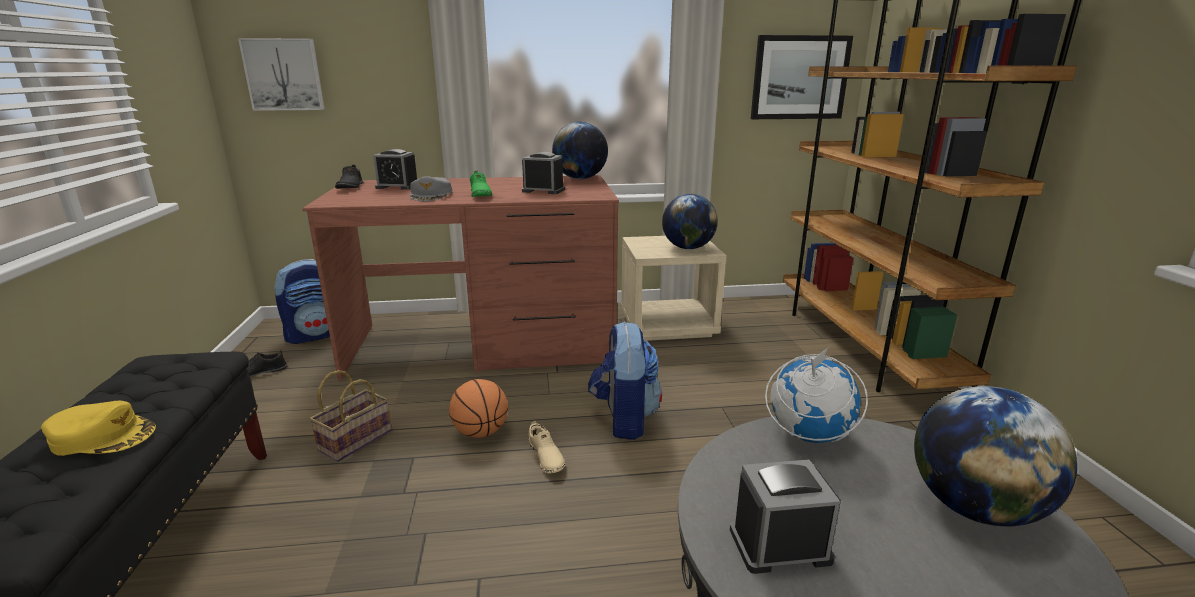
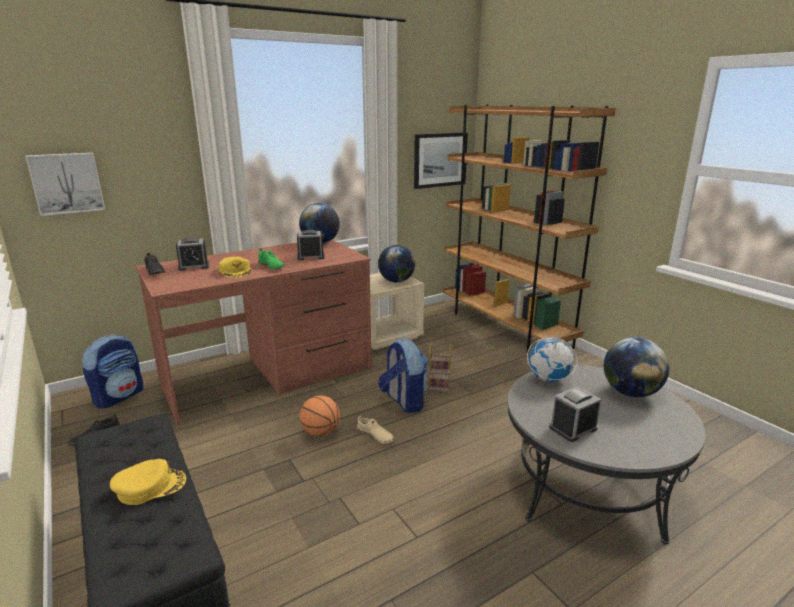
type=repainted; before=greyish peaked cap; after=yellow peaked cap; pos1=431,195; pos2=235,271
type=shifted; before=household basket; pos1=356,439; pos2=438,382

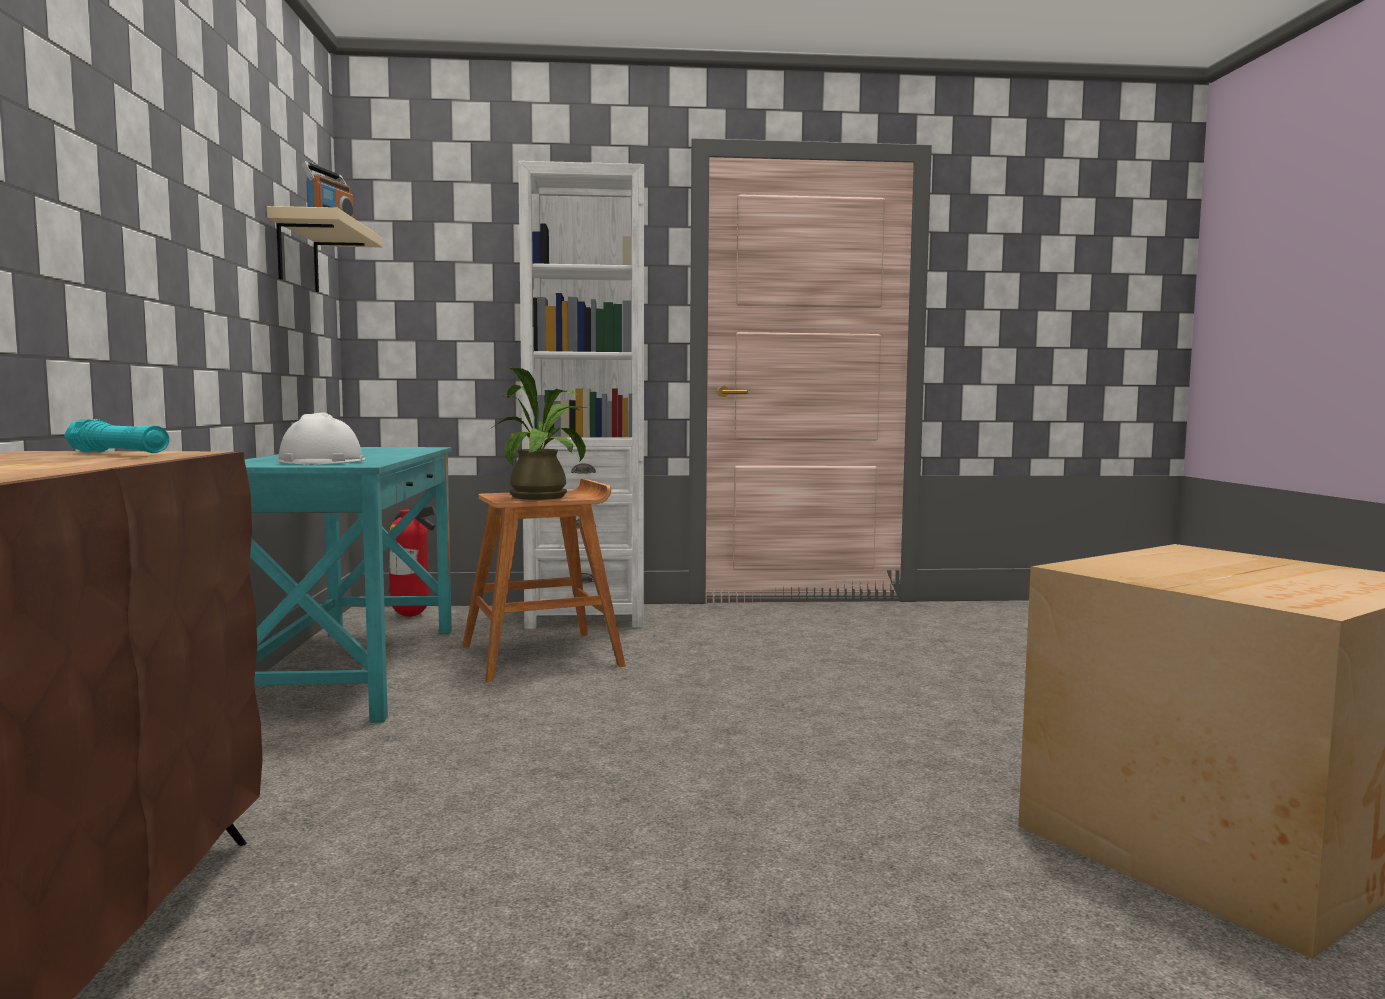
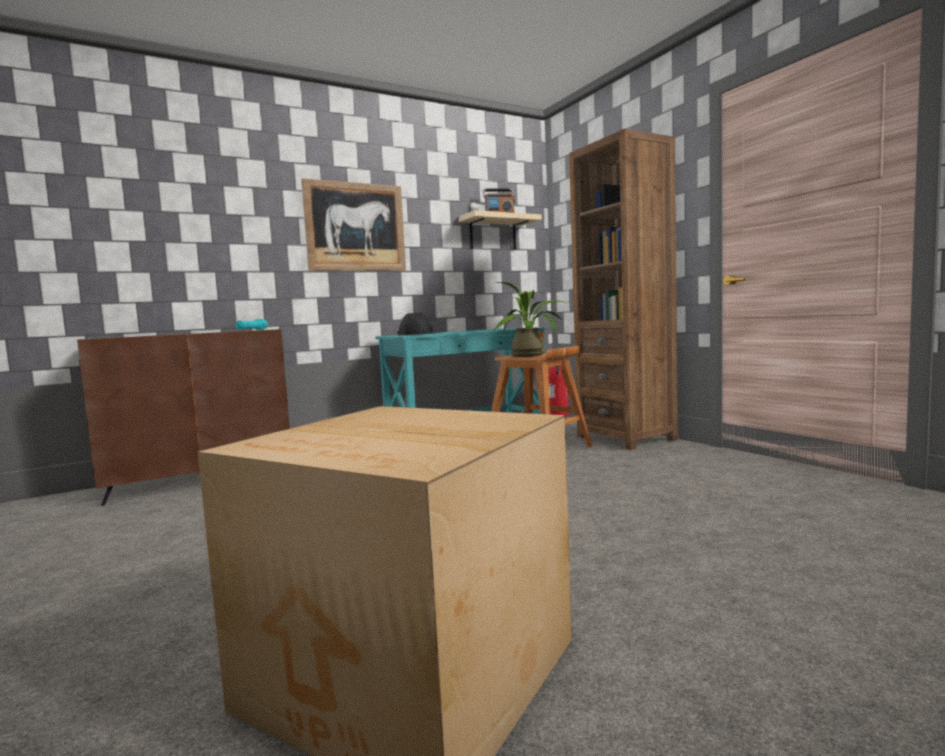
type=new; after=picture; pos2=355,227
type=repainted; before=whitish work helmet; after=blackish work helmet; pos1=321,461; pos2=417,334
type=repainted; before=whitish bookshelf; after=brown-coloured bookshelf; pos1=586,616; pos2=626,438

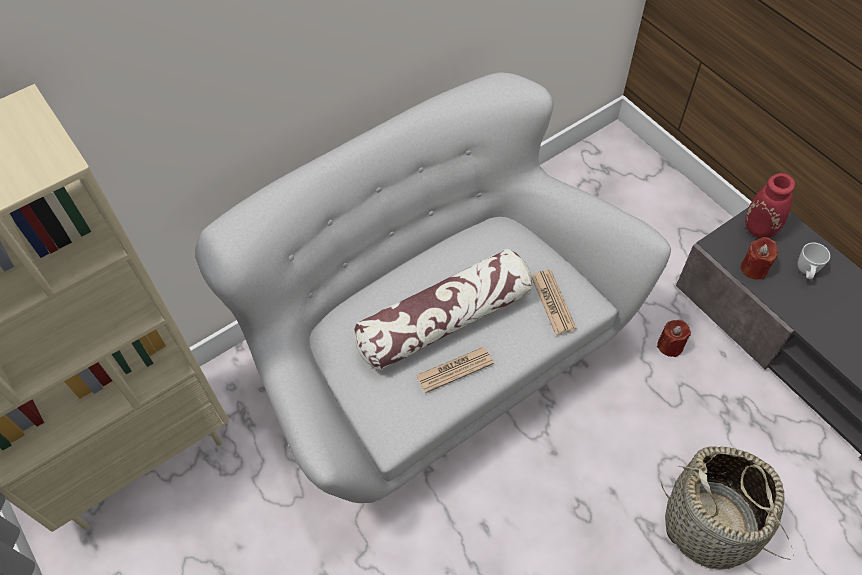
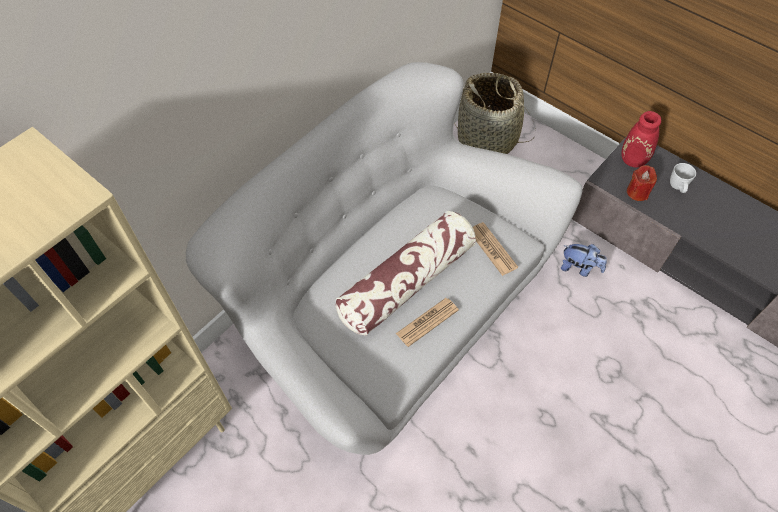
type=shifted; before=household basket; pos1=711,525; pos2=487,139
type=swapped; before=red wax candle; after=soft toy; pos1=670,345; pos2=579,268

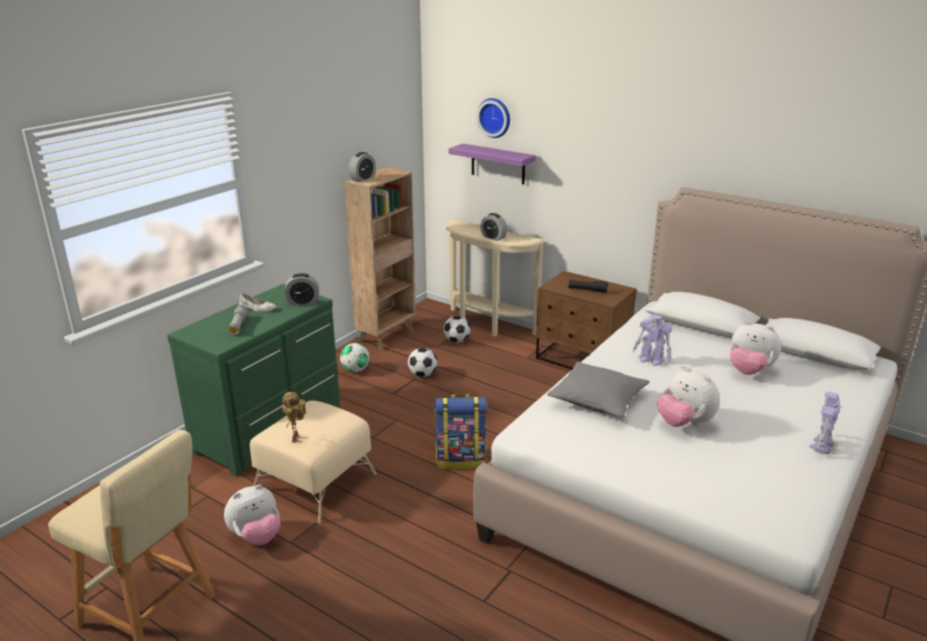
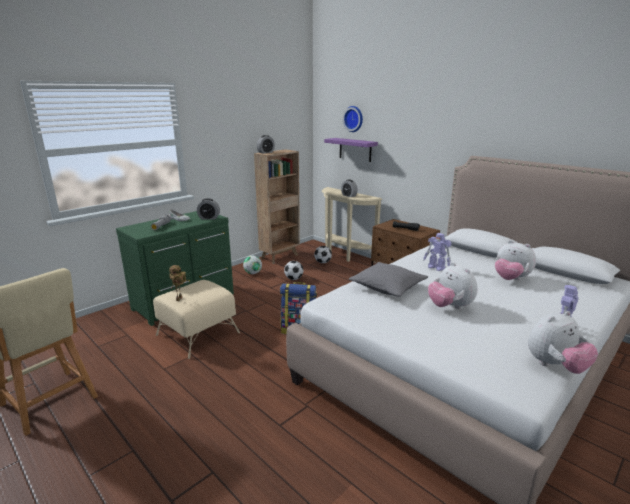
type=shifted; before=soft toy; pos1=256,537; pos2=555,366

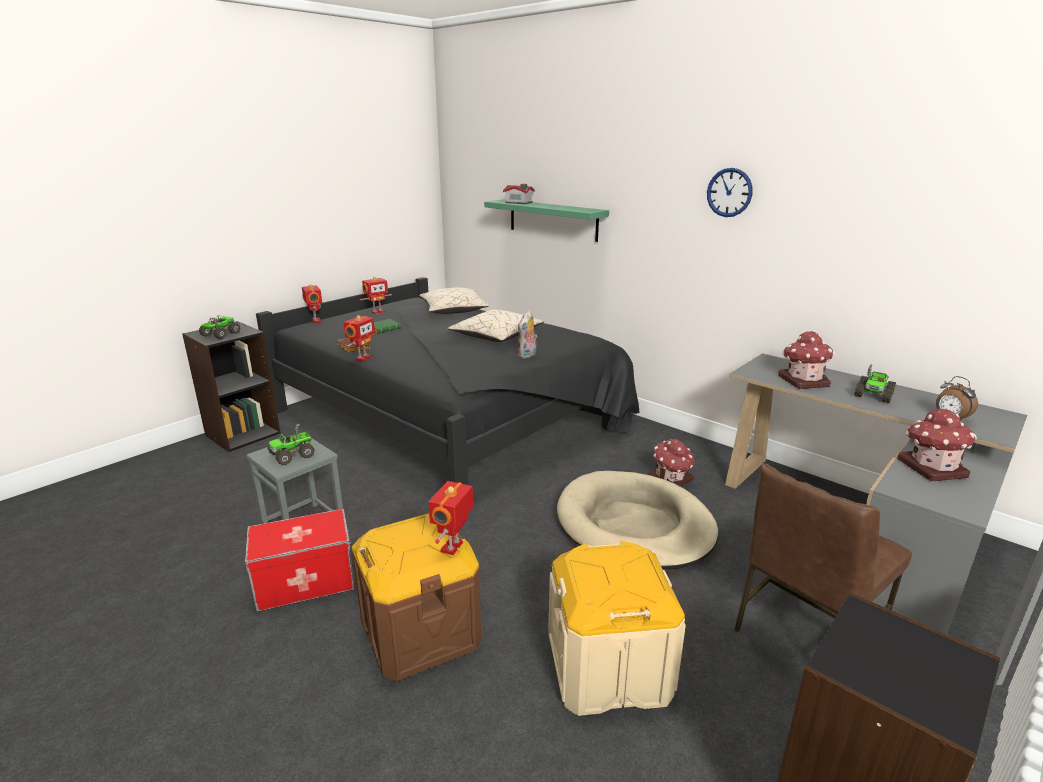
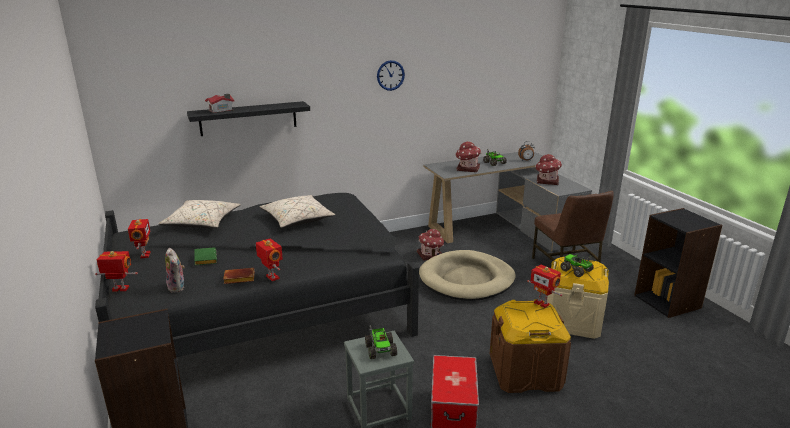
type=shifted; before=soft toy; pos1=527,355; pos2=178,287
type=repainted; before=green-coloured wall shelf; after=blackish wall shelf; pos1=552,220; pos2=248,118
type=shifted; before=toy lorry; pos1=220,334; pos2=576,271

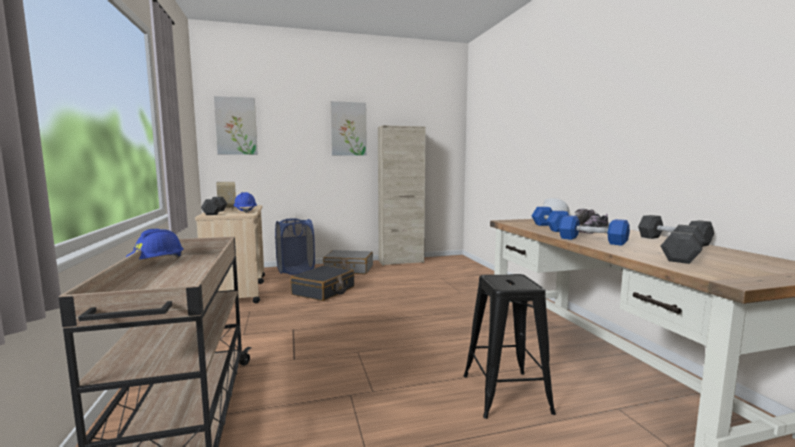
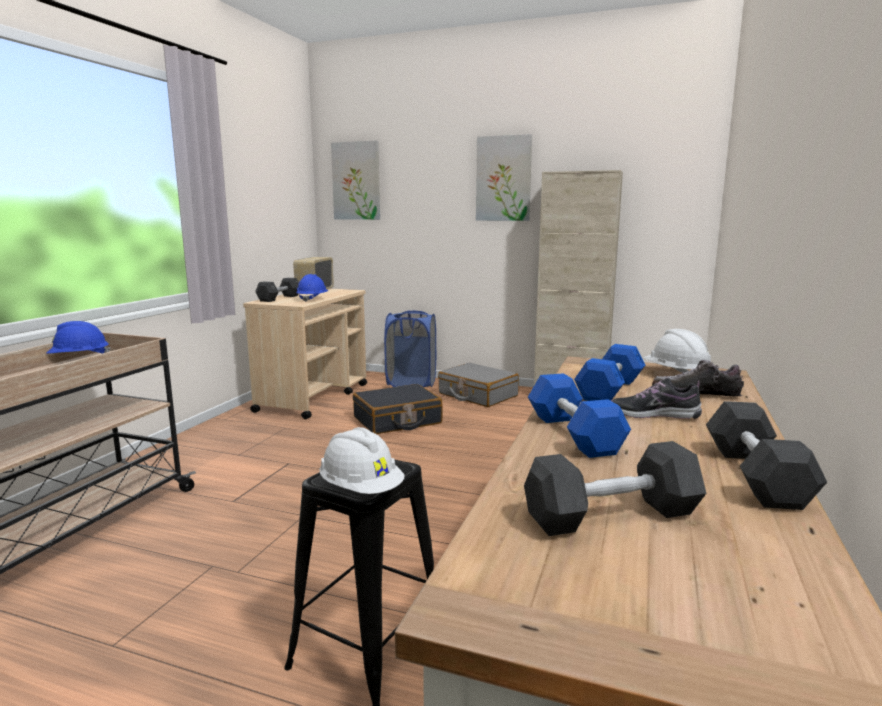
type=new; after=whitish work helmet; pos2=361,490

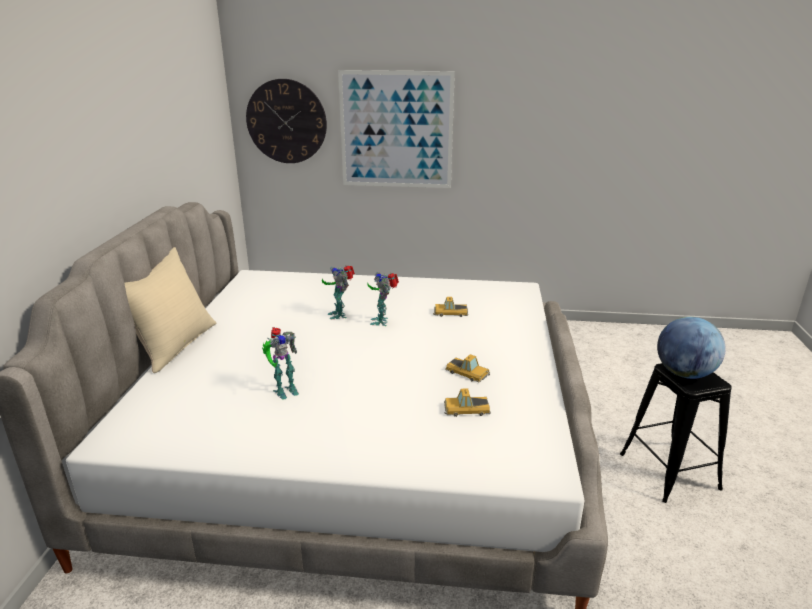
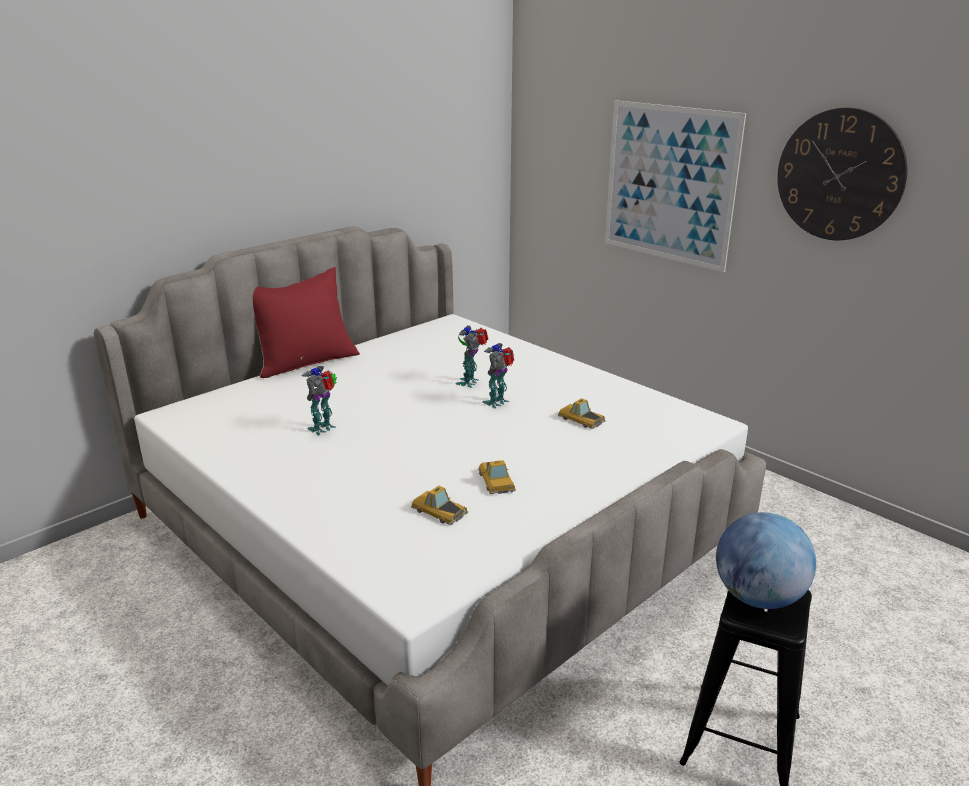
type=repainted; before=sand-coloured throw pillow; after=red throw pillow; pos1=174,345; pos2=305,362
type=rotated; before=toy robot; pos1=284,390; pos2=324,428; turn=120
type=shifted; before=clock on the wall; pos1=286,121; pos2=839,175

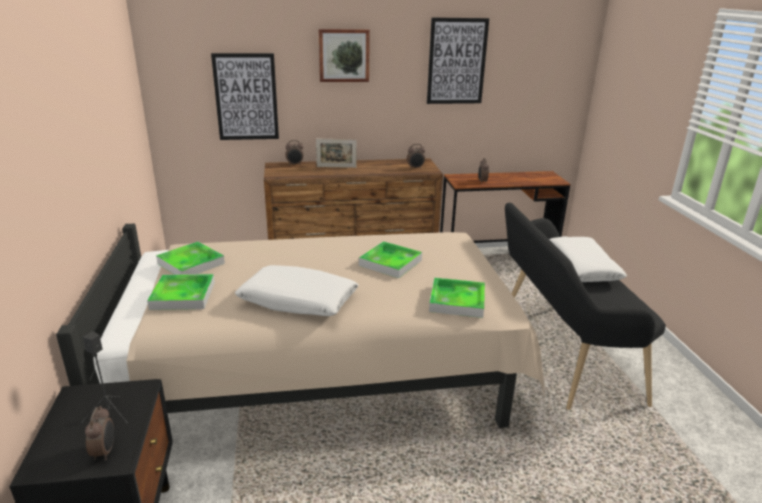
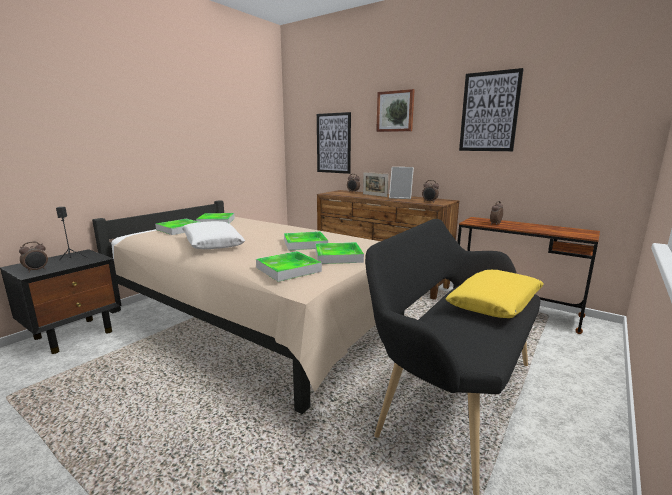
type=new; after=carrying tray; pos2=338,256
type=new; after=photo frame; pos2=400,197
type=repainted; before=whitish throw pillow; after=yellow throw pillow; pos1=581,267; pos2=495,303

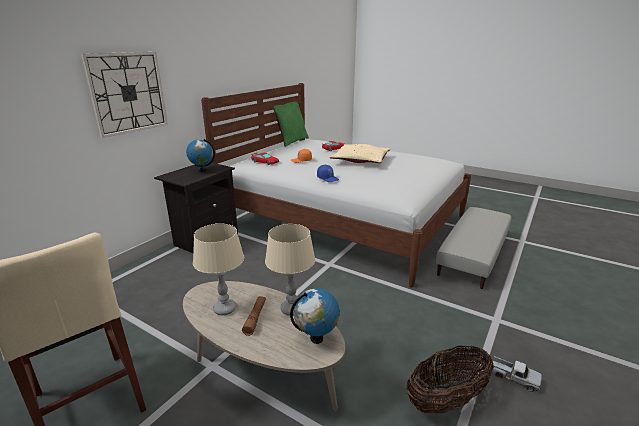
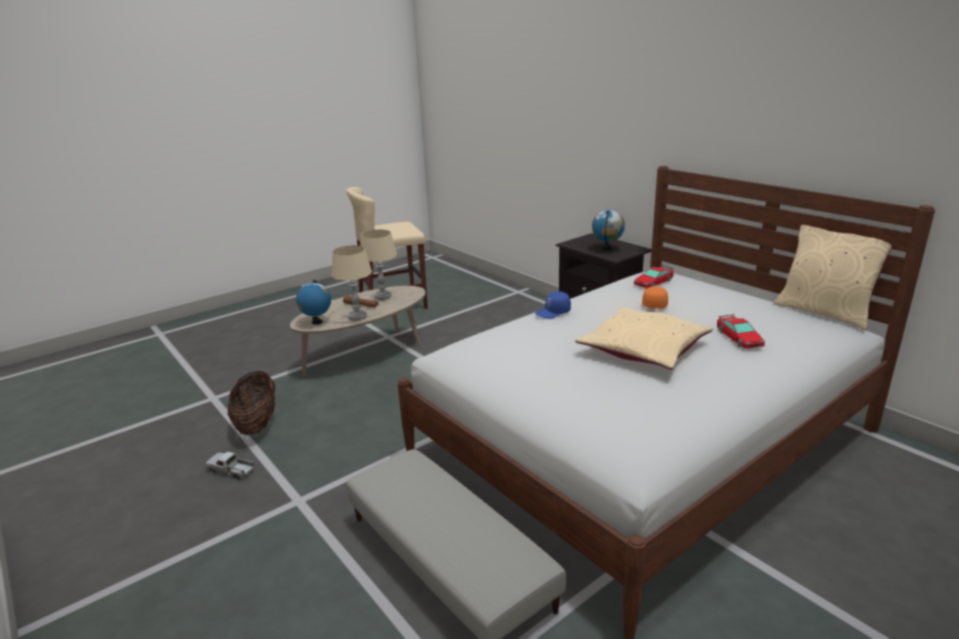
type=rotated; before=toy lorry; pos1=513,377; pos2=231,470; turn=60
type=repainted; before=green-coloured throw pillow; after=sand-coloured throw pillow; pos1=291,141; pos2=824,312
type=gone; before=clock on the wall; pos1=128,93

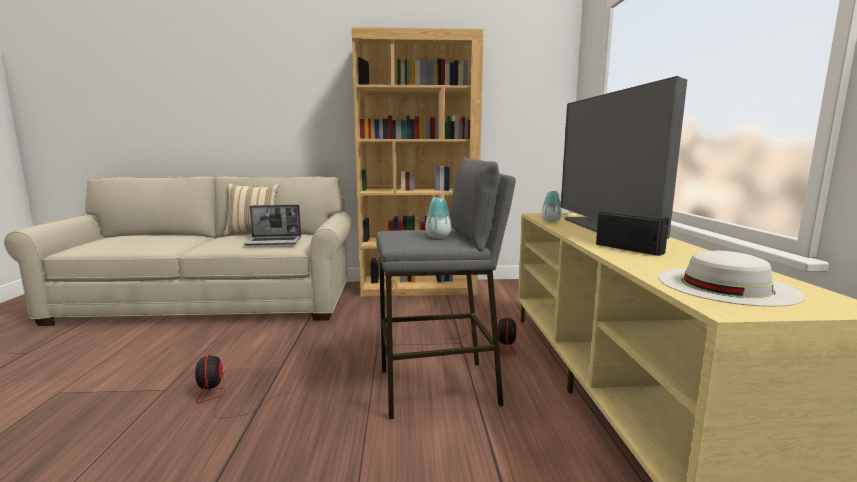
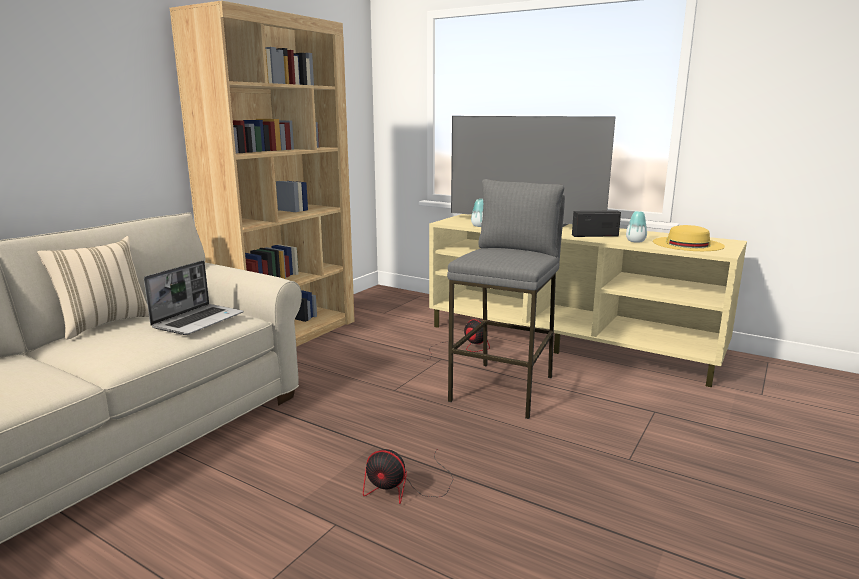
type=shifted; before=decorative vase; pos1=438,237; pos2=635,241
type=repainted; before=whitish hat; after=yellow hat; pos1=725,286; pos2=687,244

